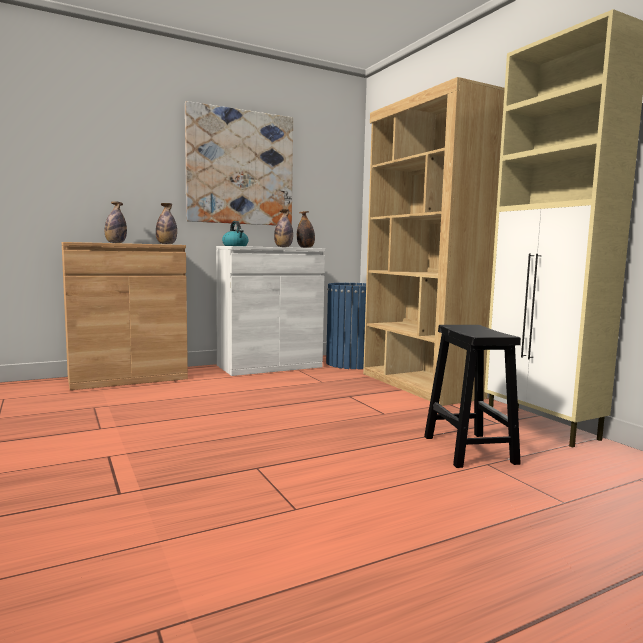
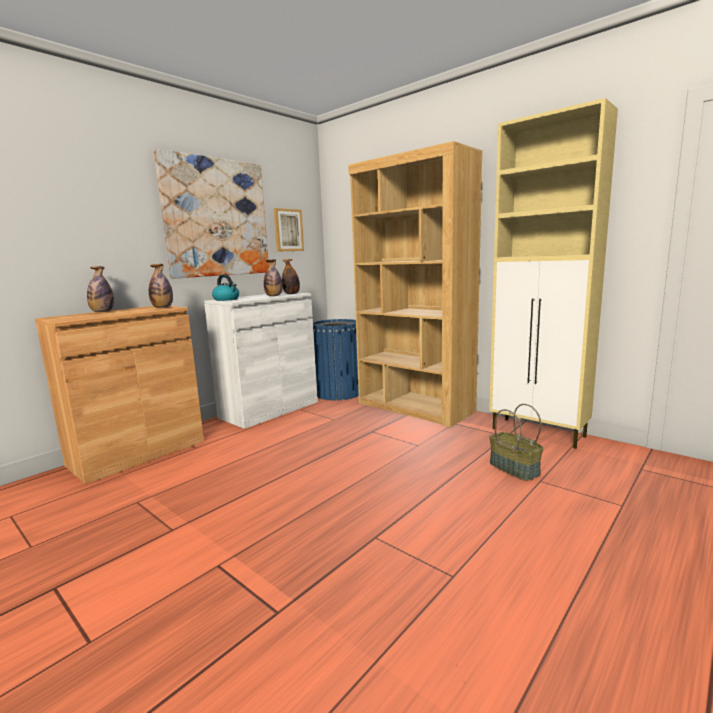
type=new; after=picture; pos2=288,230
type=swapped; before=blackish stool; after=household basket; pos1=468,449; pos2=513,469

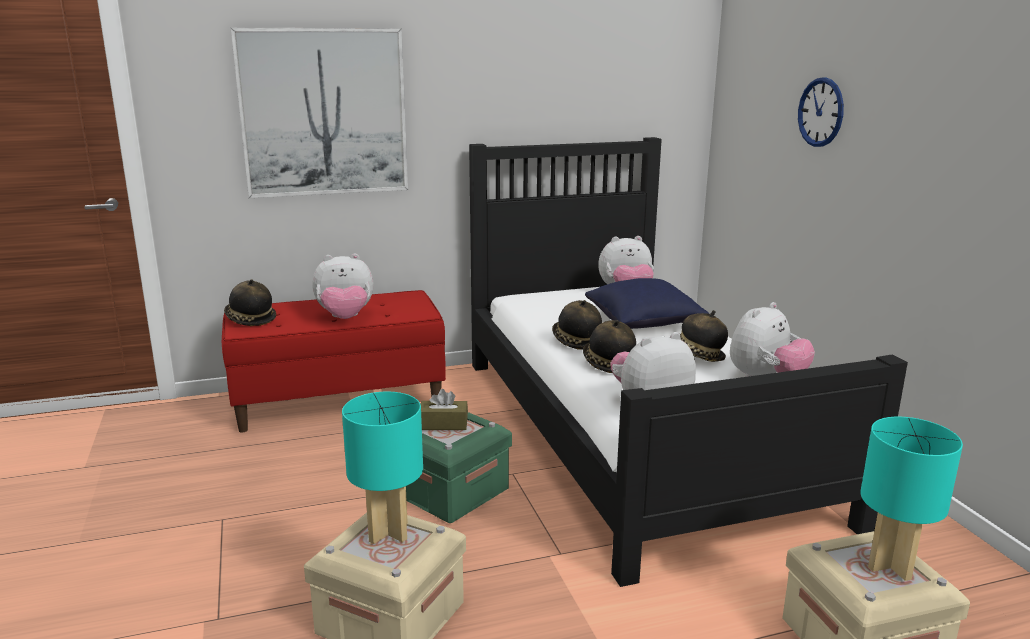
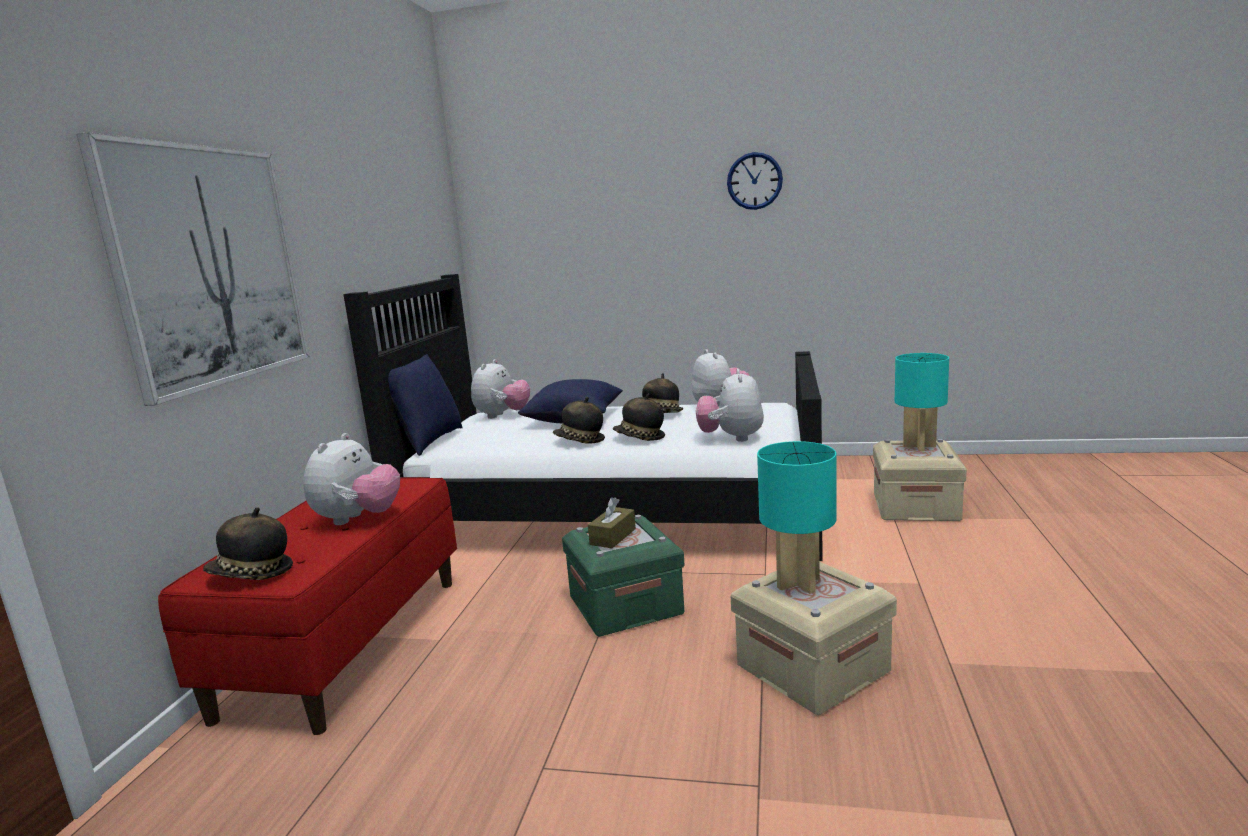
type=new; after=bluish throw pillow; pos2=428,442
type=shifted; before=clock on the wall; pos1=821,112; pos2=754,181

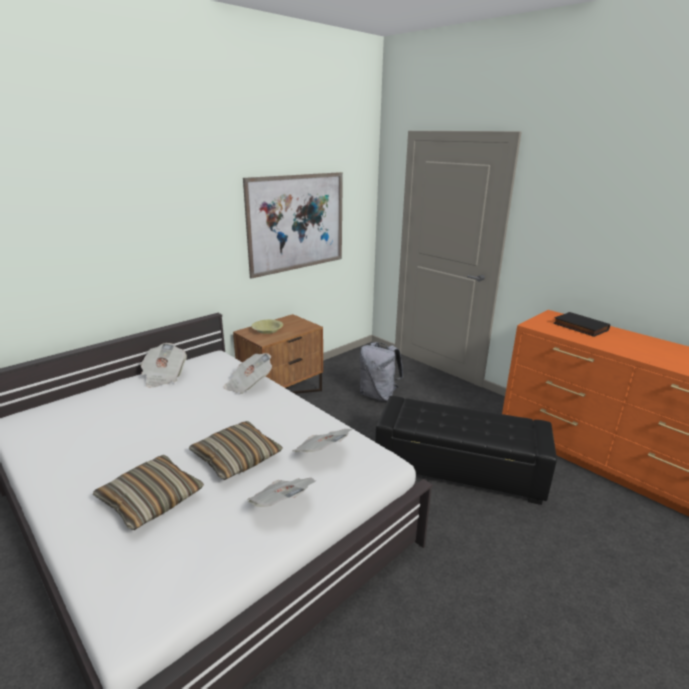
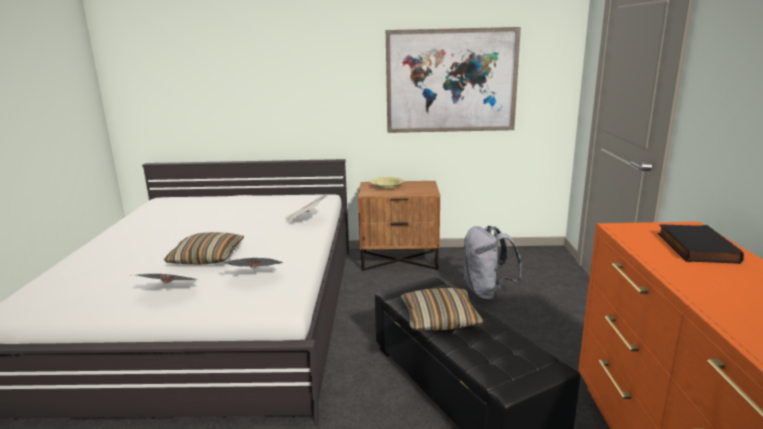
type=shifted; before=throw pillow; pos1=151,499; pos2=439,319
type=gone; before=daily paper; pos1=164,376

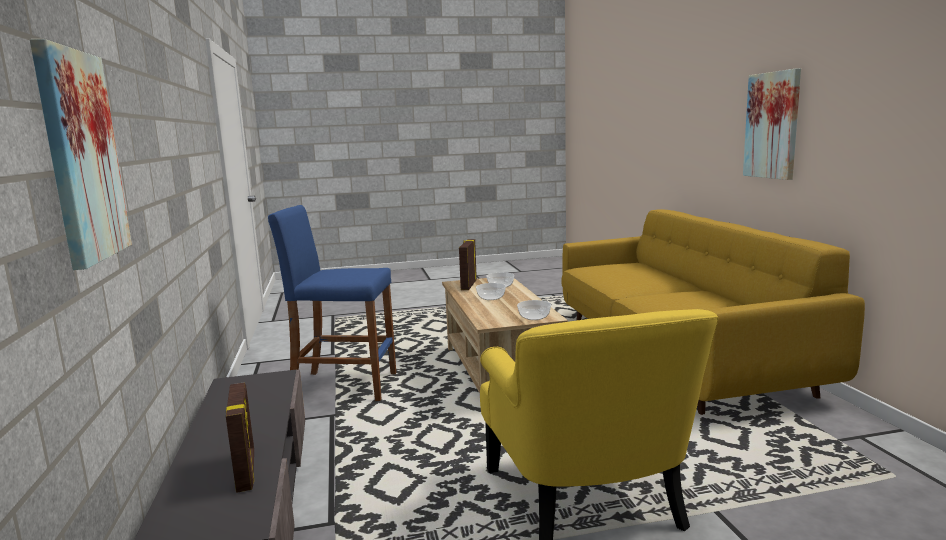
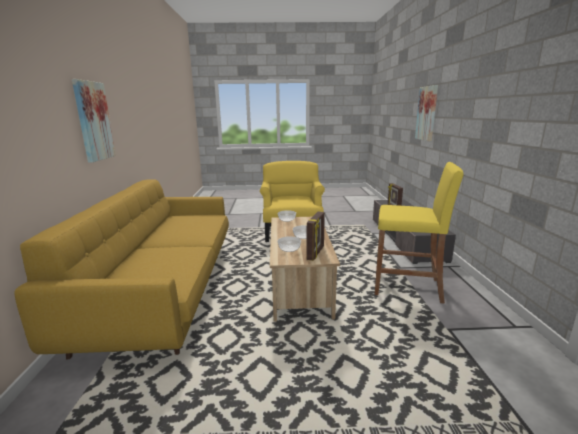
type=repainted; before=bluish stool; after=yellow stool; pos1=344,386; pos2=407,287

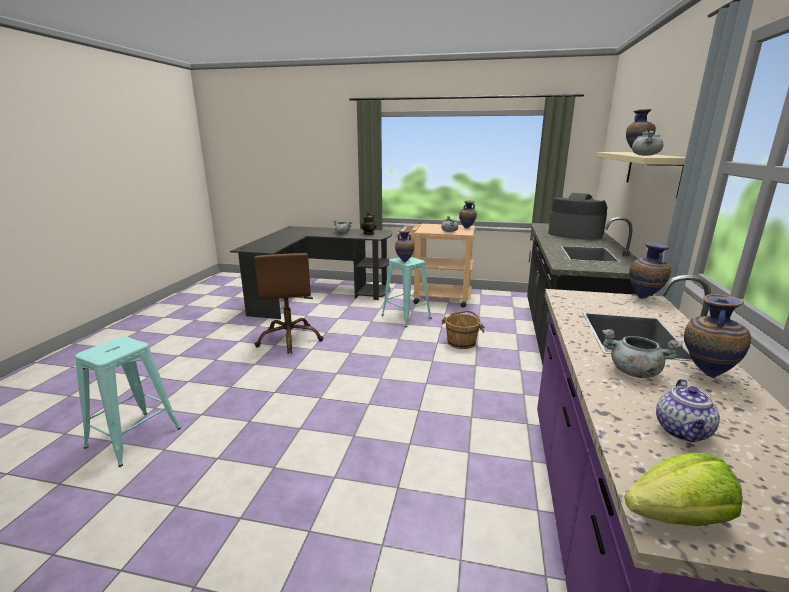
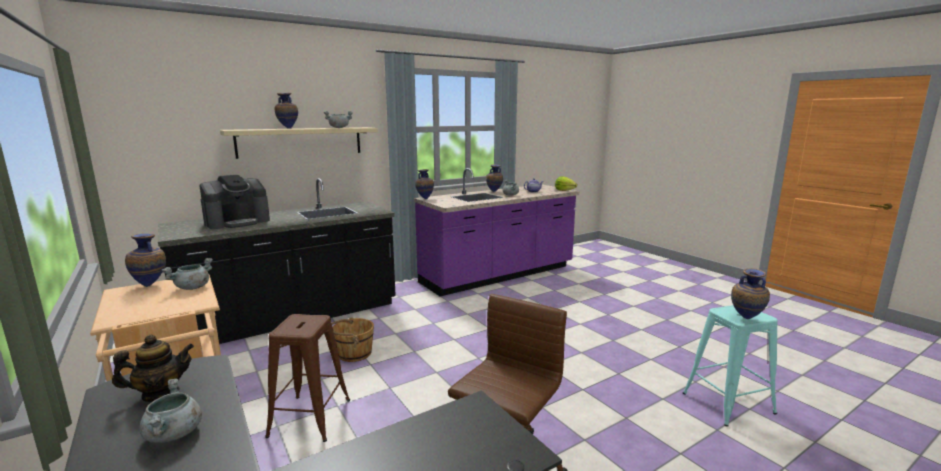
type=rotated; before=coffee maker; pos1=574,234; pos2=237,222; turn=-120
type=repainted; before=turquoise-coloured stool; after=brown-coloured stool; pos1=406,317; pos2=310,418
type=shifted; before=decorative vase; pos1=404,261; pos2=745,319

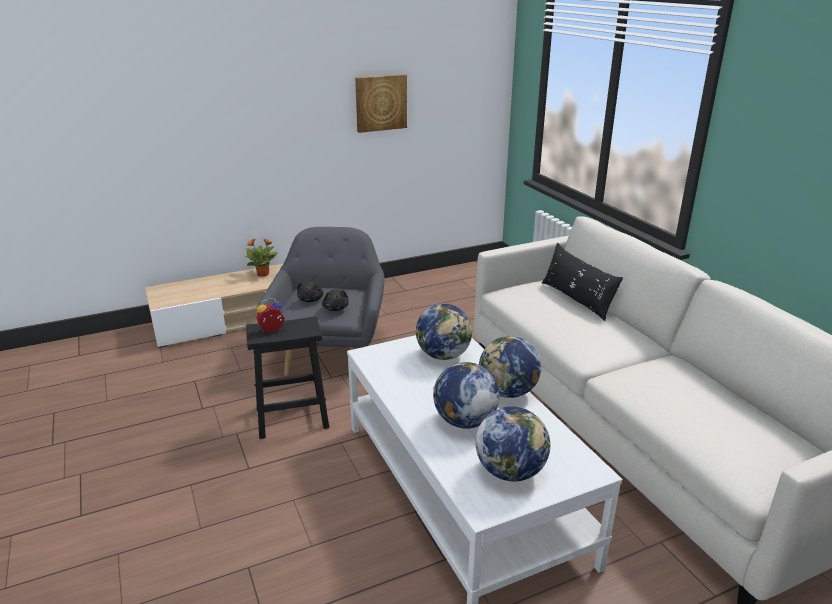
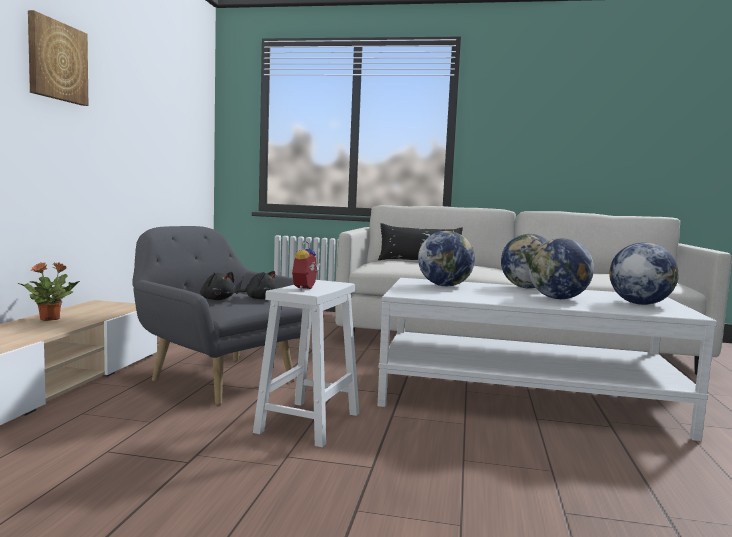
type=shifted; before=picture; pos1=381,103; pos2=57,61
type=repainted; before=blackish stool; after=whitish stool; pos1=290,417; pos2=308,423

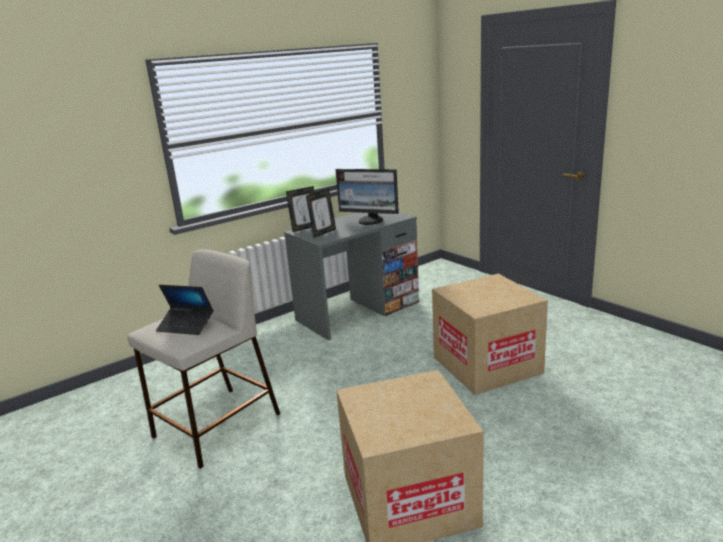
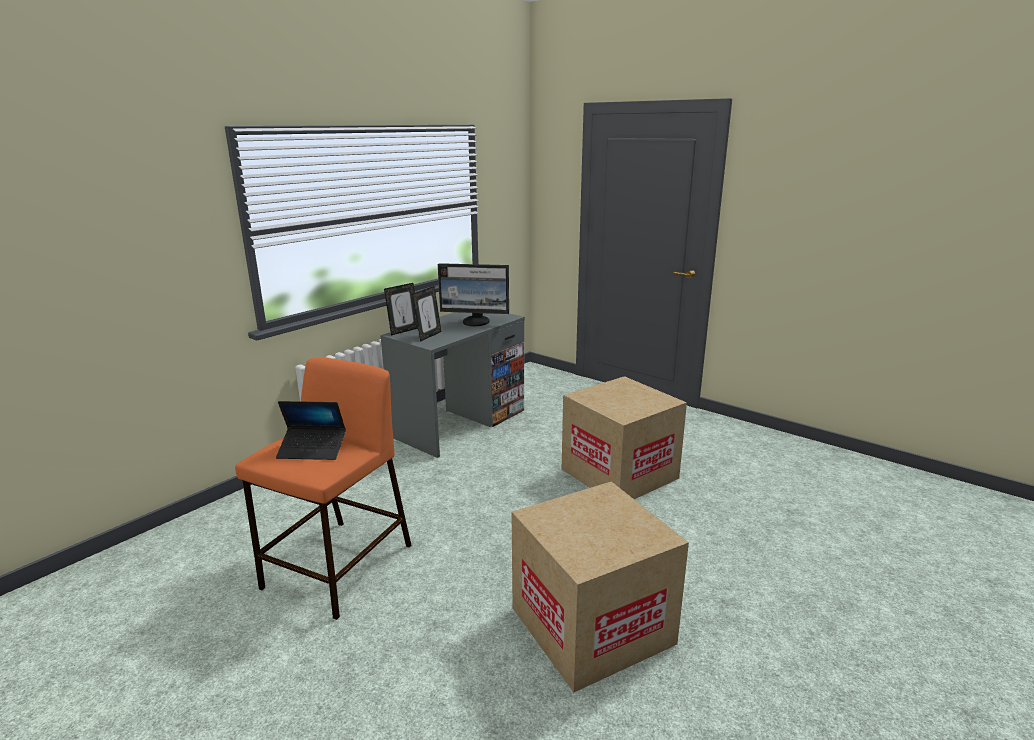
type=repainted; before=sand-coloured stool; after=orange-coloured stool; pos1=216,426; pos2=338,567

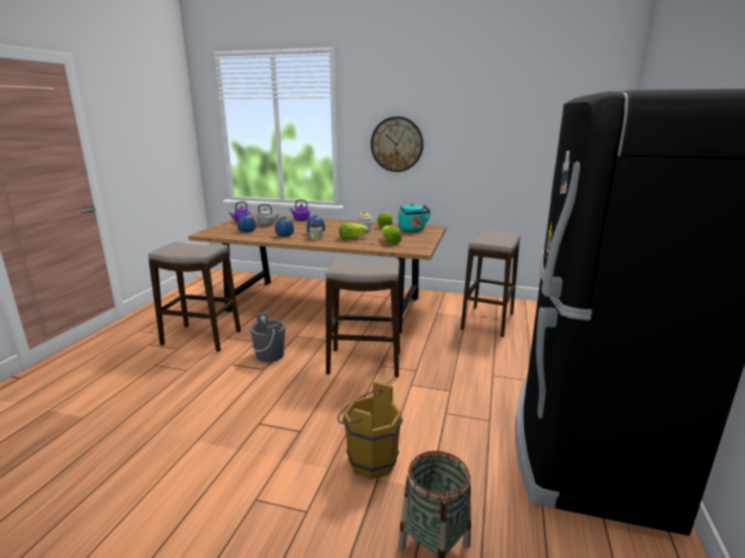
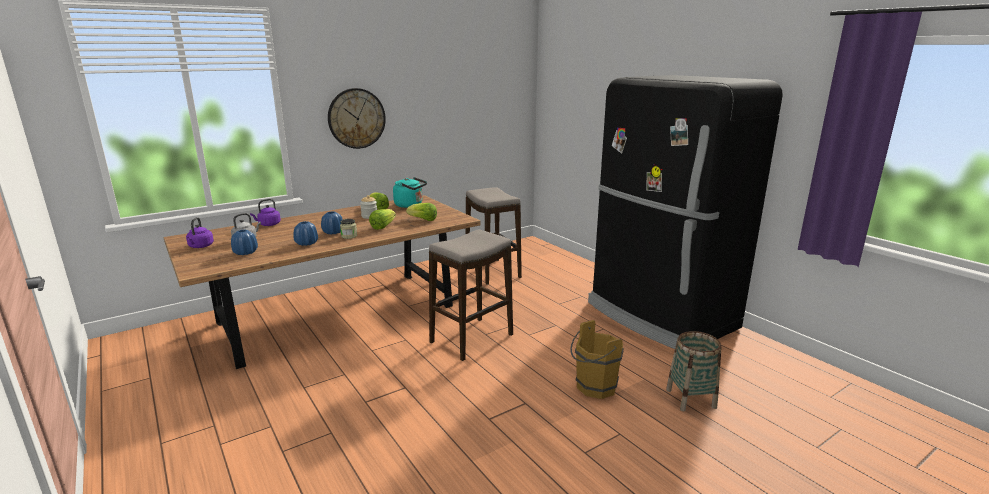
type=gone; before=stool; pos1=201,338
type=gone; before=greyish water bucket; pos1=270,355

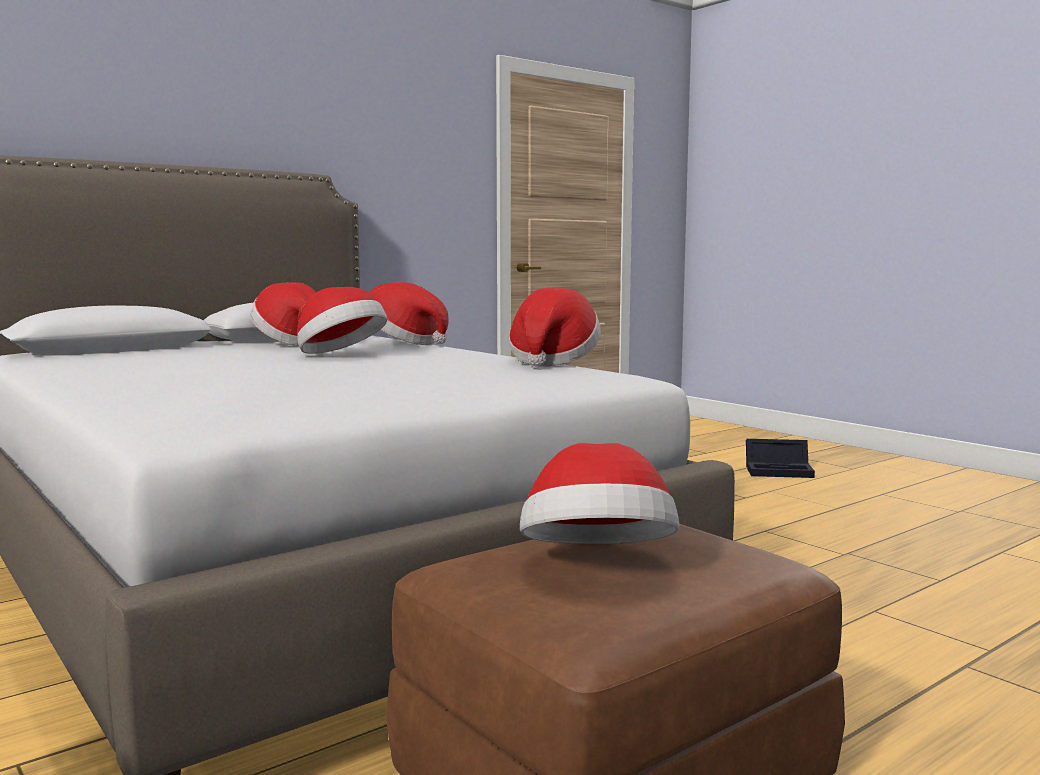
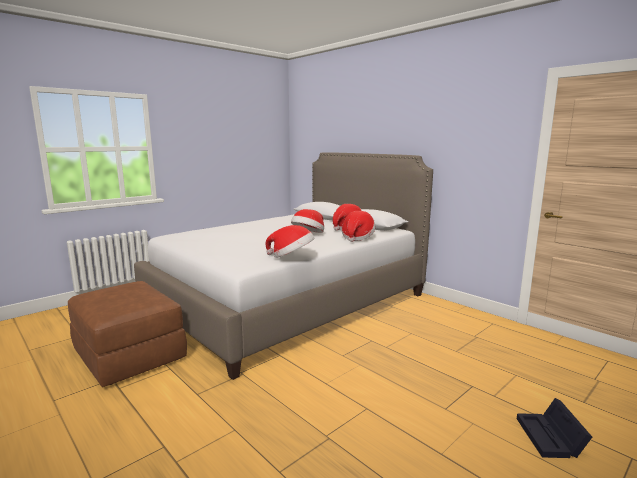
type=gone; before=hat; pos1=597,565

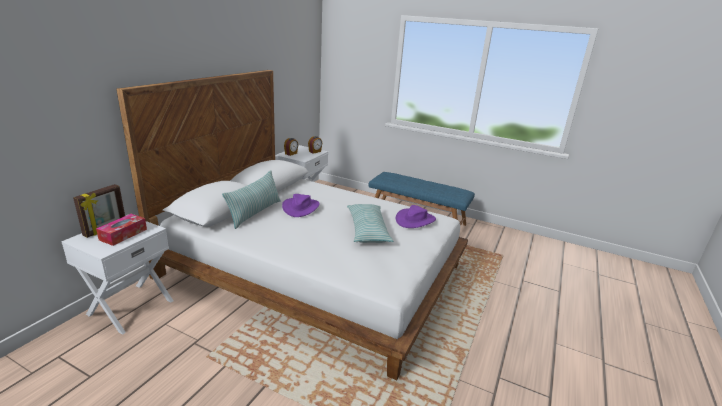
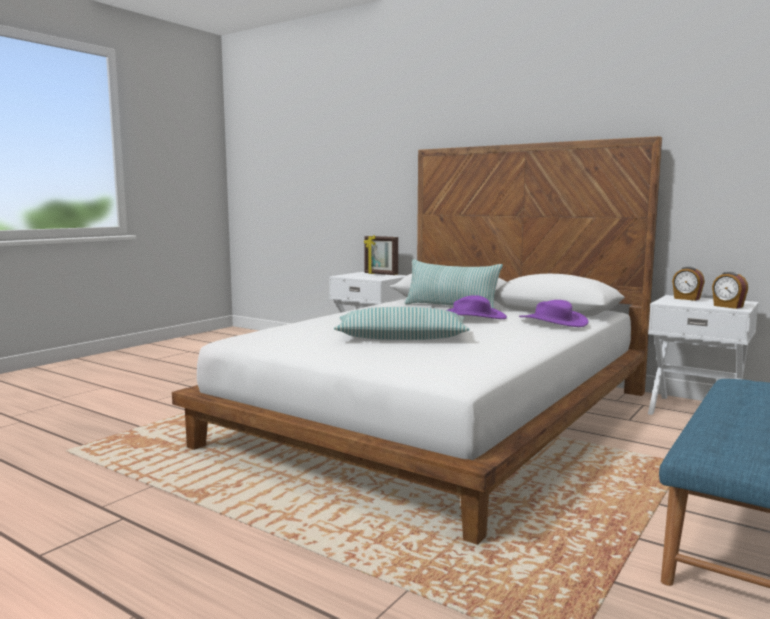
type=shifted; before=purple hat; pos1=415,220; pos2=553,321
type=gone; before=box of tissues; pos1=123,234

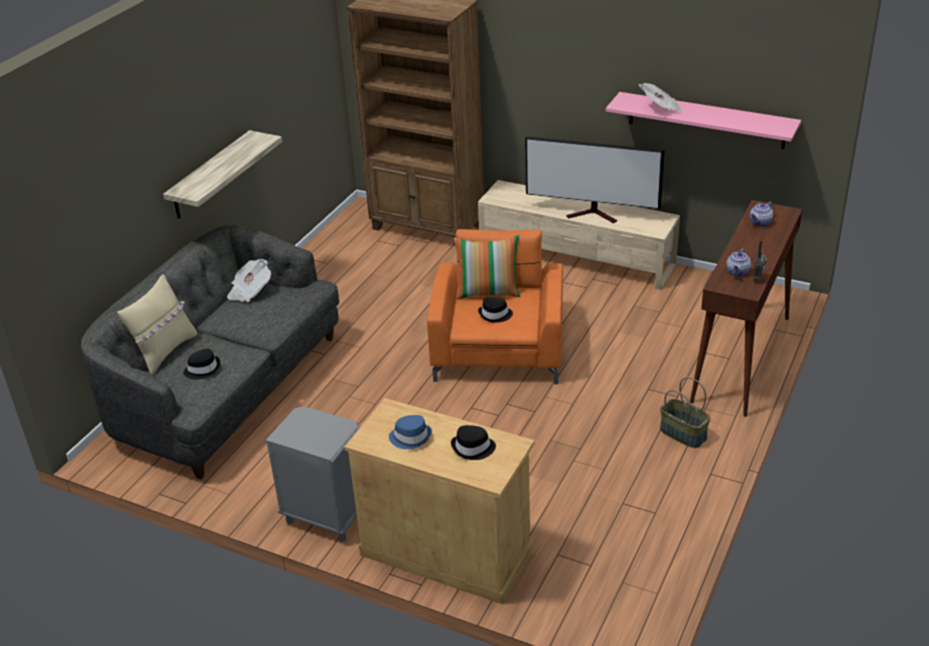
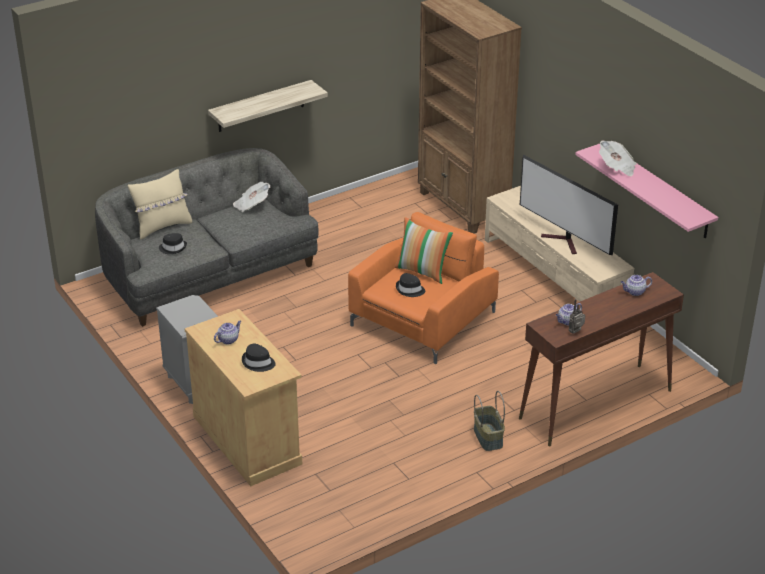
type=swapped; before=bluish hat; after=tea pot; pos1=410,437; pos2=228,339

